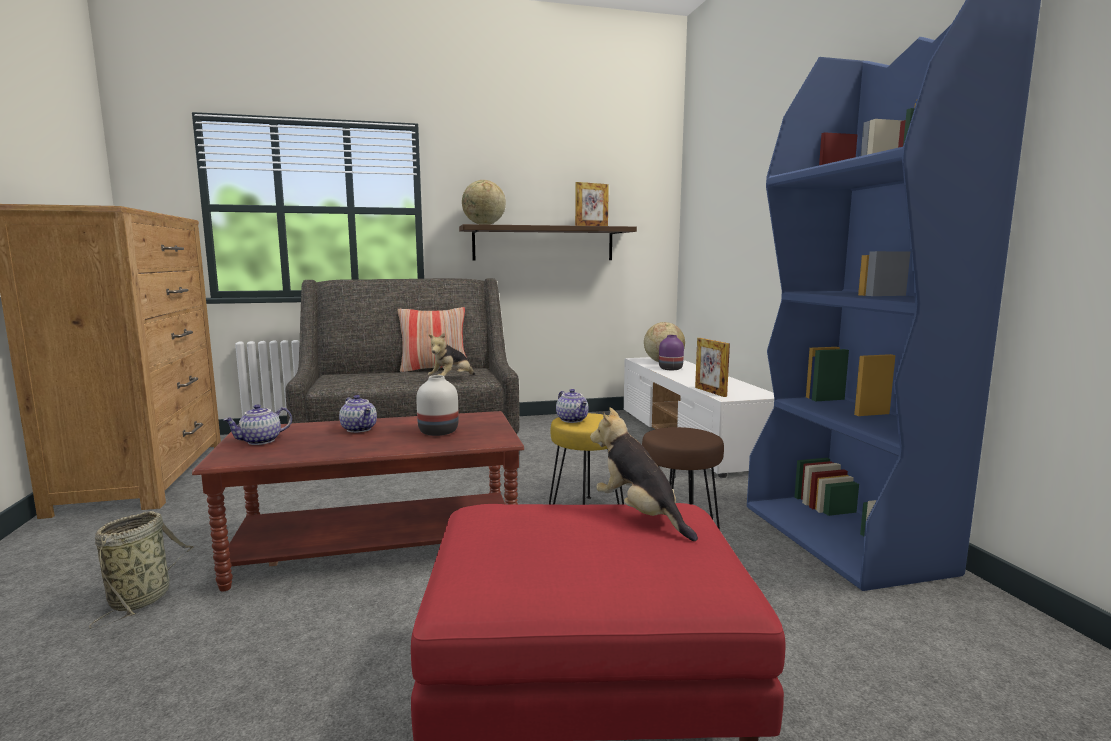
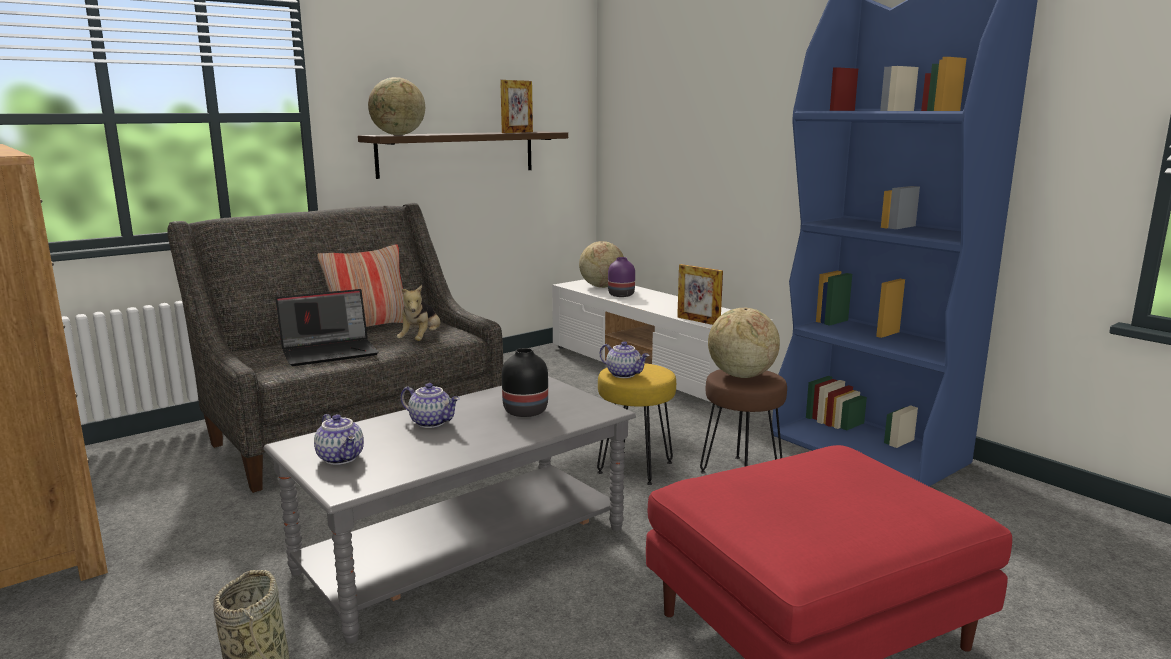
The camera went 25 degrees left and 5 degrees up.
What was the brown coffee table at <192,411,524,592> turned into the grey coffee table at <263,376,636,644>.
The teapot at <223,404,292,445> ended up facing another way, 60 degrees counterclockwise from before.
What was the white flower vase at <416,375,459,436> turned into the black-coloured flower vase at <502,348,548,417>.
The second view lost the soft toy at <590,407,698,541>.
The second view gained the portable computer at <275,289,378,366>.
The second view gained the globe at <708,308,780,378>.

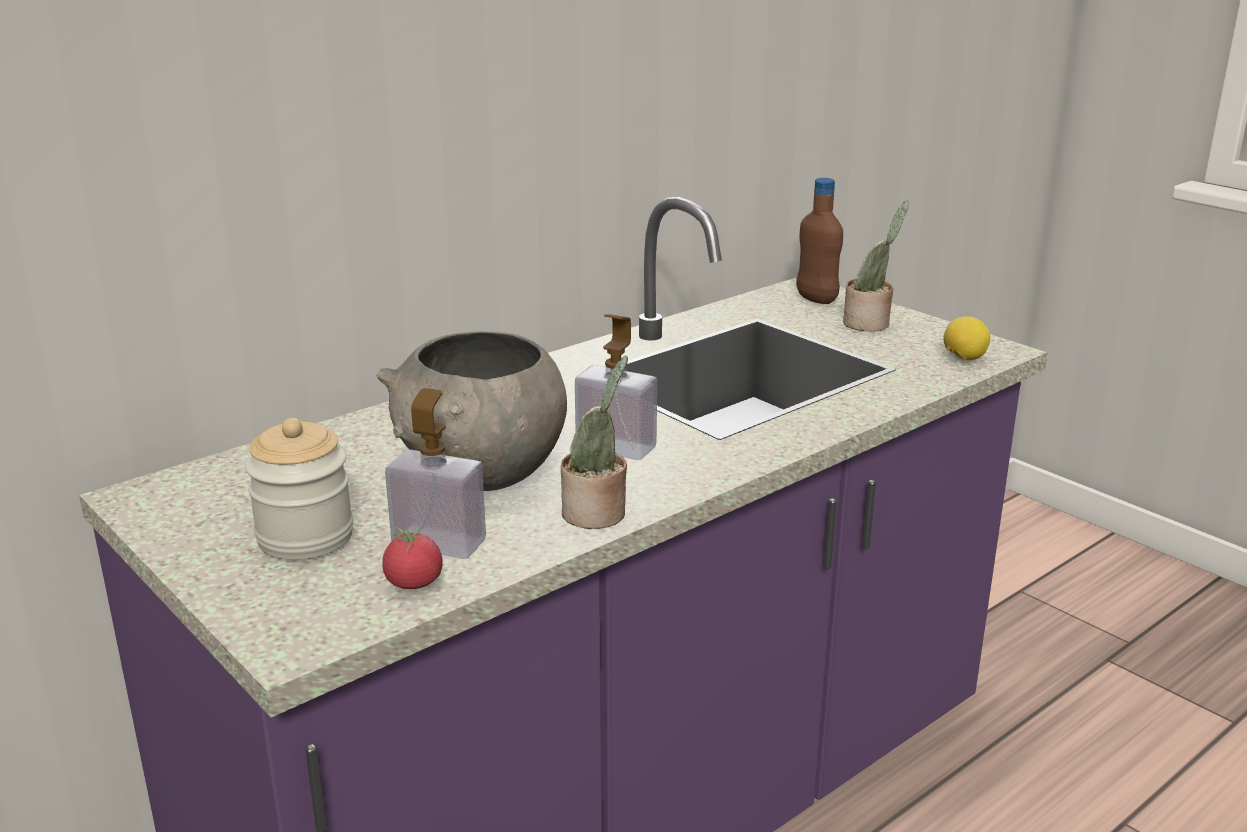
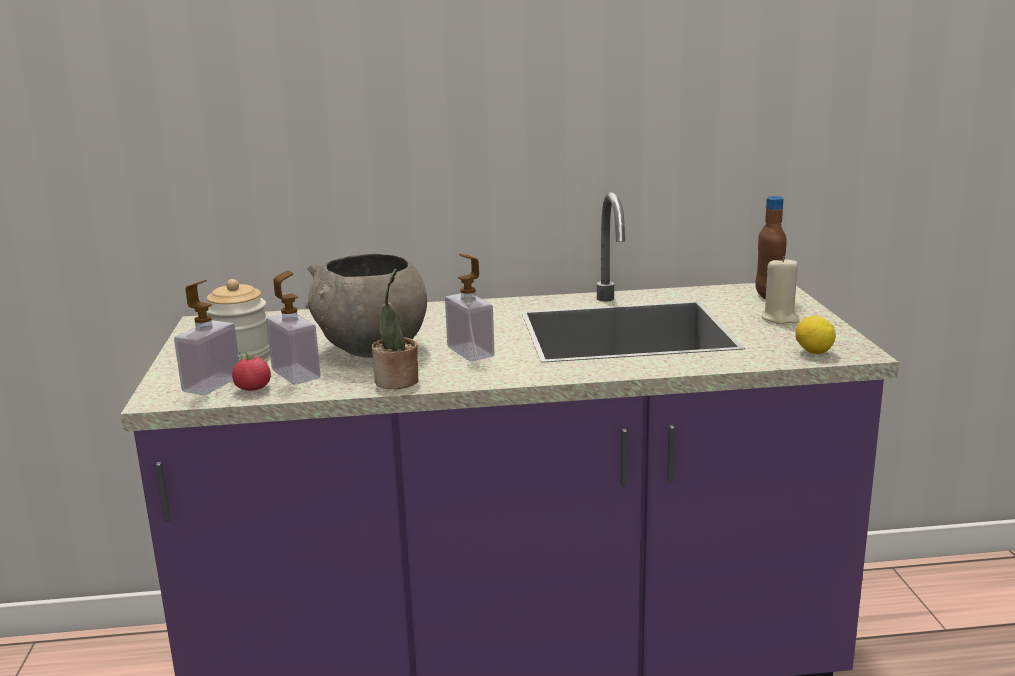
The camera went 35 degrees right and 5 degrees down.
Where the potted plant stood at <843,201,909,332>, the beige wax candle came to stand at <762,256,799,324>.
The second view gained the soap dispenser at <174,280,239,395>.

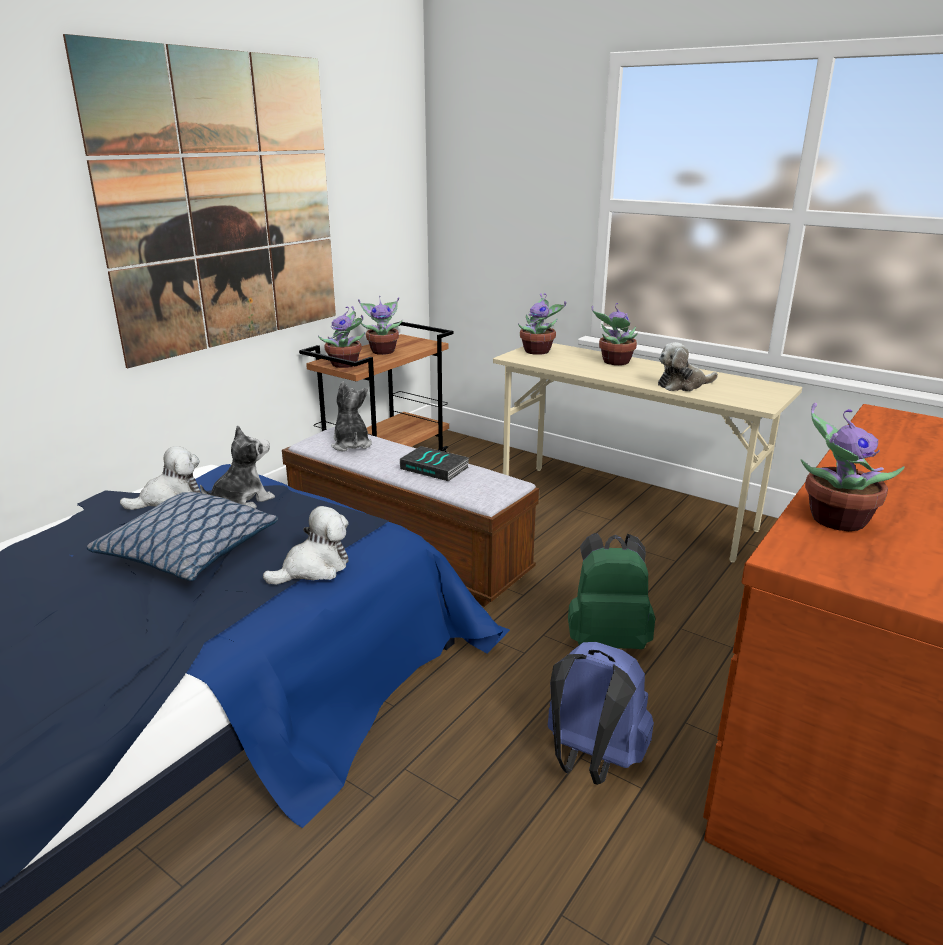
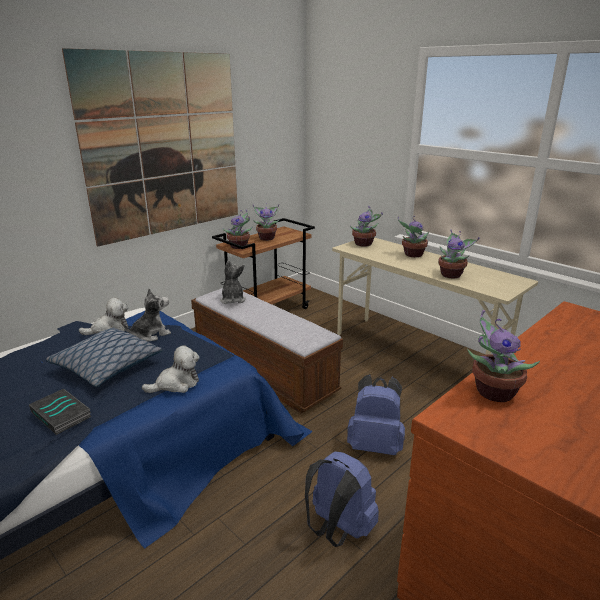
The camera went 10 degrees right and 0 degrees up.
The volume ended up elsewhere, having gone from <400,446,469,481> to <29,389,91,435>.
What was the greenish rucksack at <568,533,656,649> turned into the blue-coloured rucksack at <347,374,405,455>.
Where the soft toy stood at <658,342,718,391>, the potted plant came to stand at <438,229,479,278>.

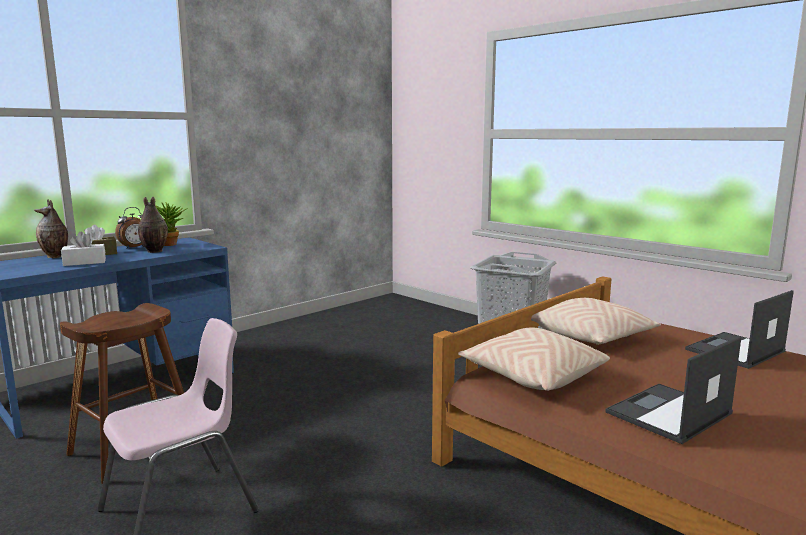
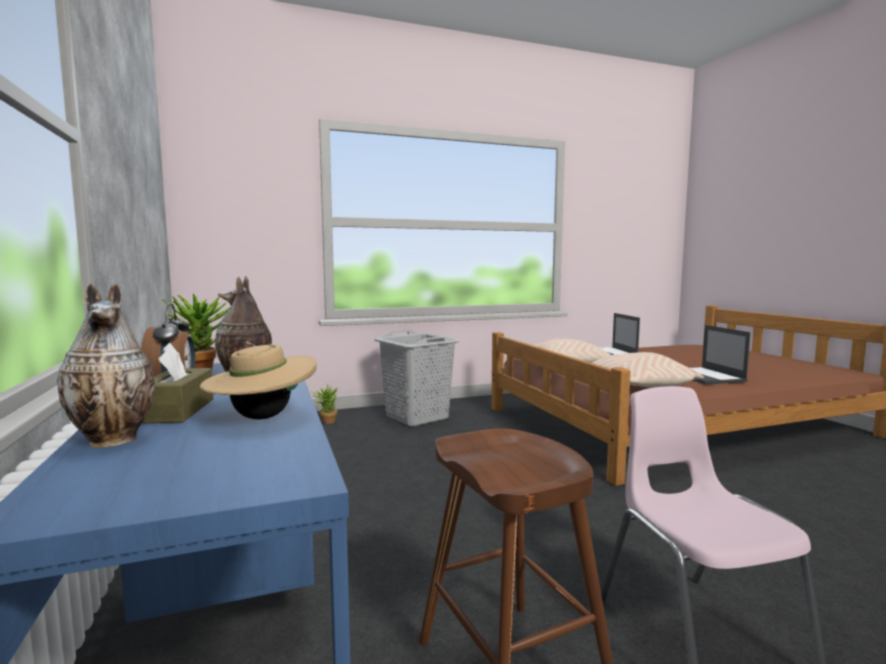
The camera went 65 degrees left and 5 degrees down.
Where the white box of tissues stood at <61,232,106,266>, the beige hat came to stand at <200,341,317,419>.
The second view gained the potted plant at <312,384,337,424>.

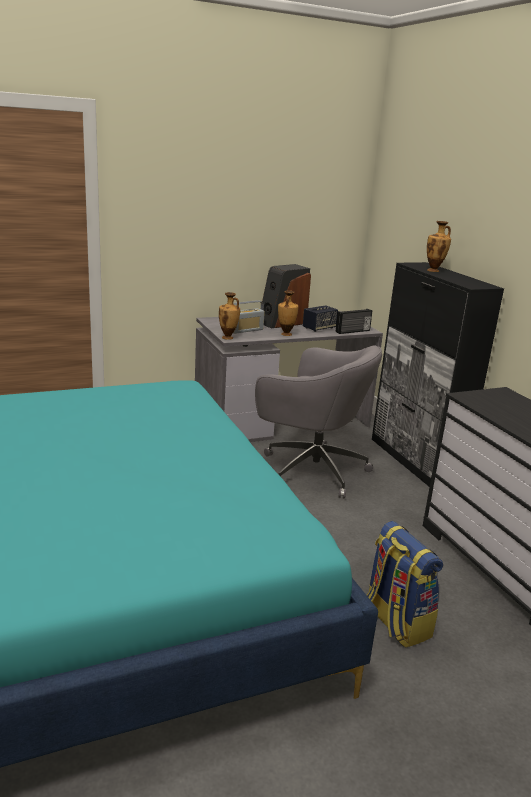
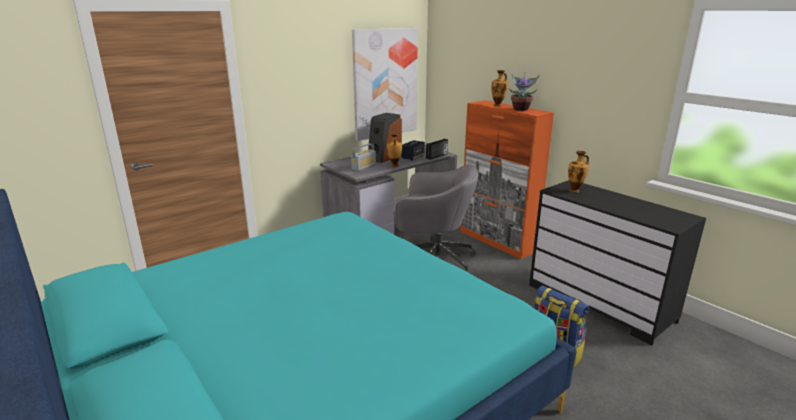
The camera went 15 degrees left and 0 degrees up.
The flower vase ended up elsewhere, having gone from <219,292,240,340> to <568,151,589,193>.
What was the black-coloured cupboard at <372,262,504,487> turned into the orange cupboard at <460,100,554,259>.
The second view gained the wall picture at <352,28,418,141>.
The second view gained the potted plant at <509,74,539,111>.

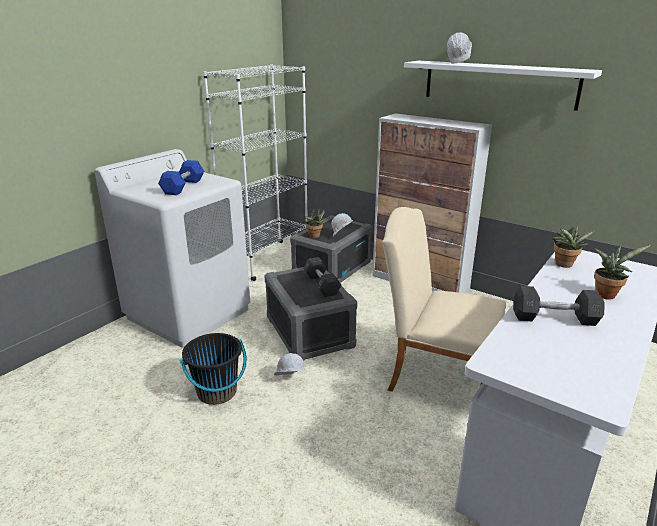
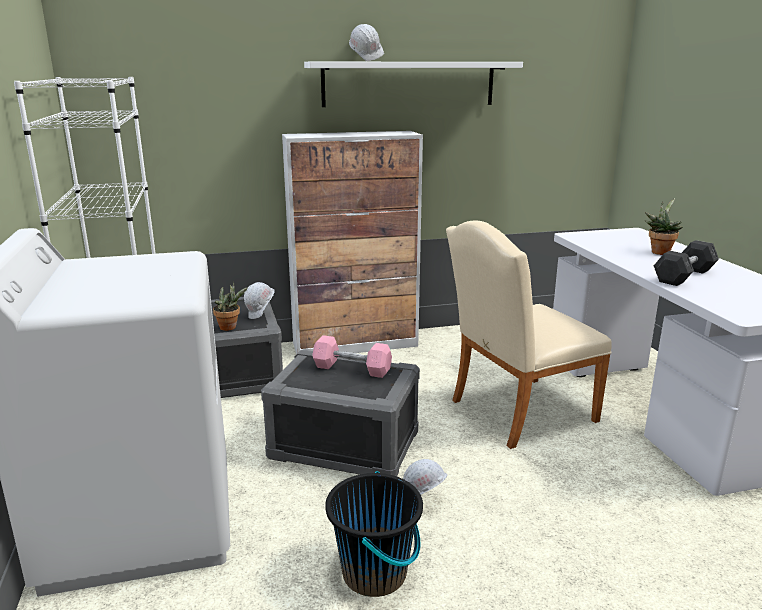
The camera went 50 degrees left and 5 degrees down.
The second view lost the blue-coloured dumbbell at <158,160,204,195>.
What was the grey dumbbell at <303,257,341,297> turned into the pink-coloured dumbbell at <312,335,392,378>.
The second view lost the potted plant at <552,224,594,268>.

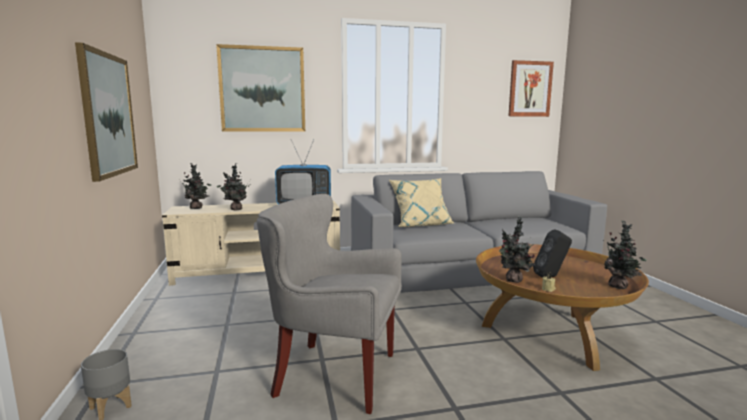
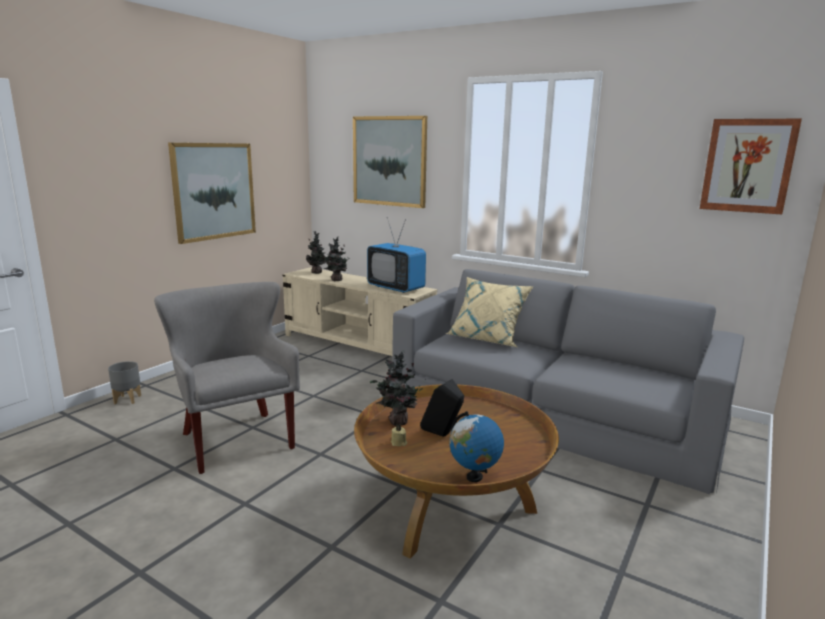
The camera went 45 degrees right and 5 degrees up.
Where the potted plant stood at <603,220,647,289>, the globe came to stand at <449,411,504,482>.

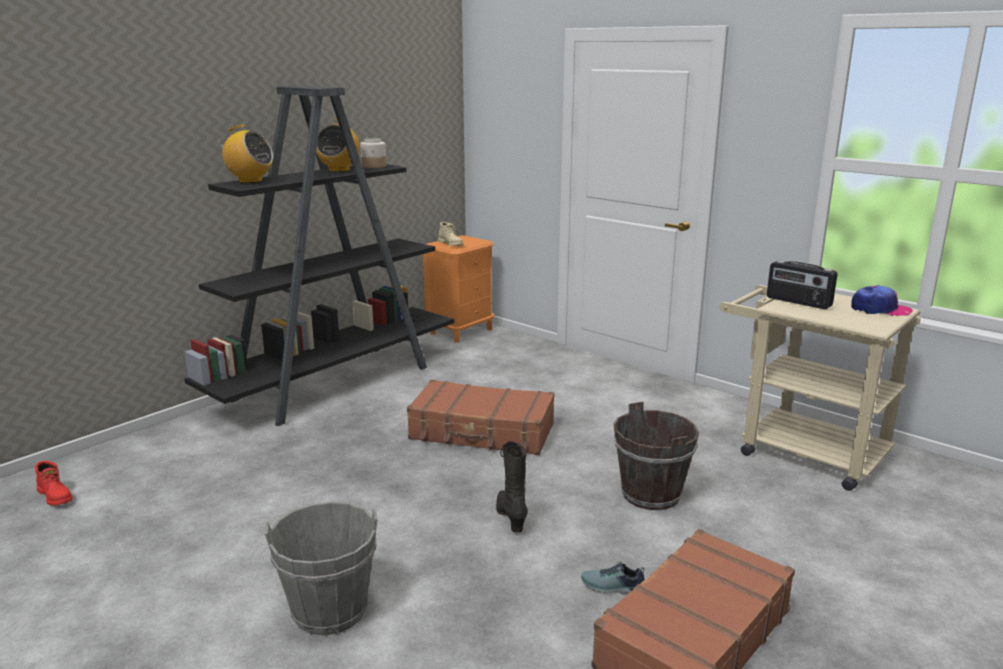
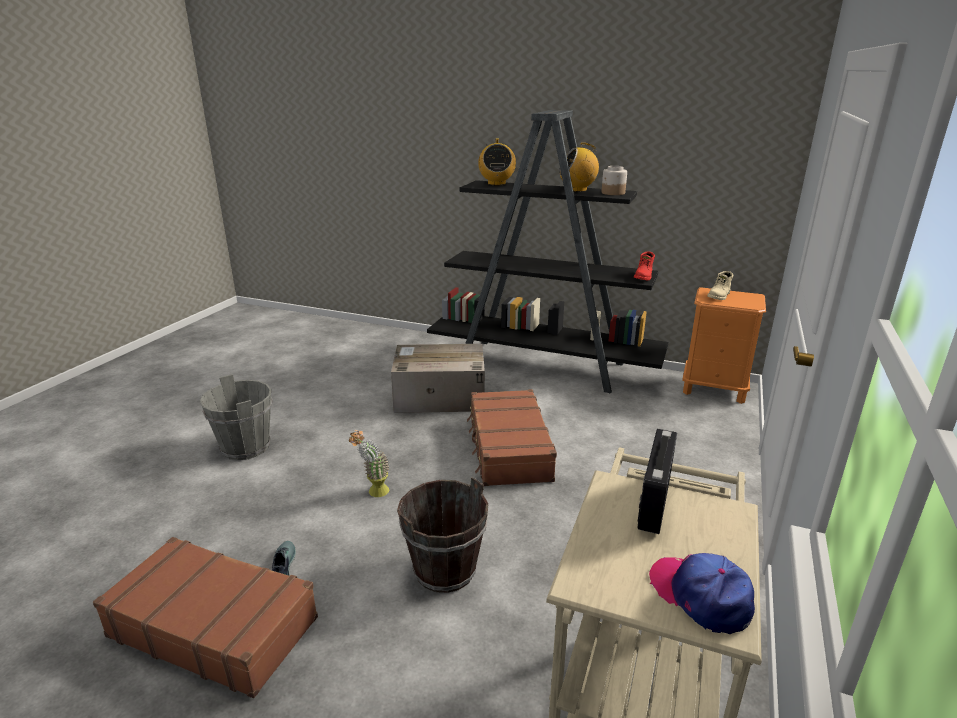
The camera went 70 degrees right and 5 degrees up.
The red boot ended up elsewhere, having gone from <35,461,72,505> to <634,251,655,280>.
Where the black-coloured boot stood at <496,441,528,532>, the potted plant came to stand at <349,430,389,497>.
The cap at <851,285,913,316> ended up facing another way, 150 degrees clockwise from before.
The second view gained the packing box at <391,344,485,413>.

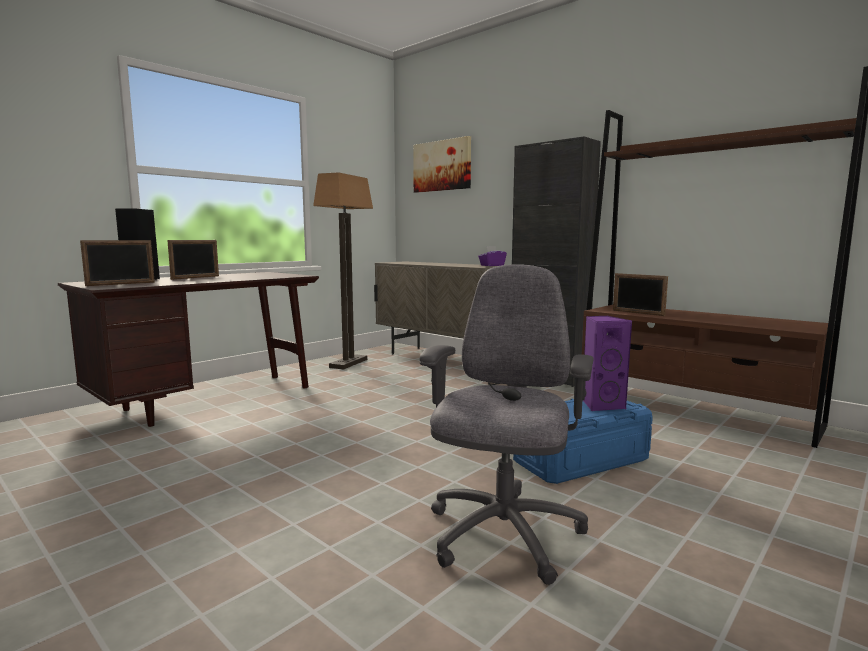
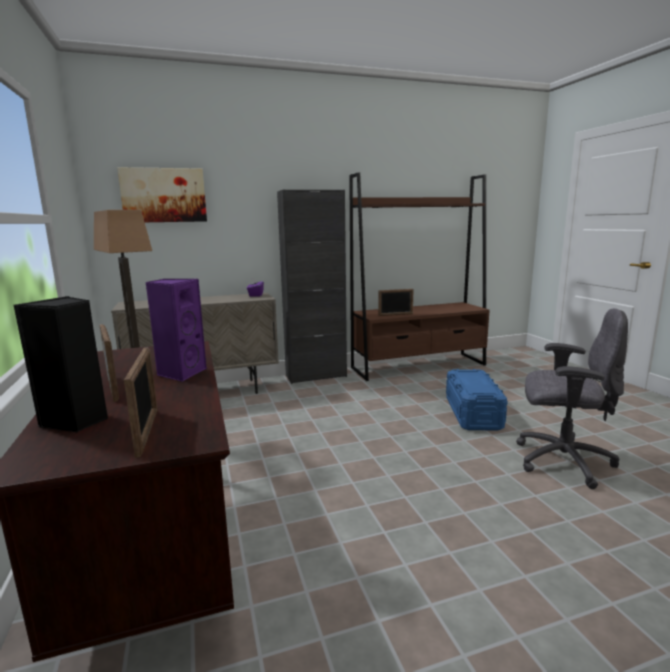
The camera went 60 degrees left and 5 degrees up.
The grey computer chair at <420,264,594,585> ended up facing another way, 150 degrees clockwise from before.
The purplish speaker ended up elsewhere, having gone from <584,316,632,411> to <146,279,207,382>.

